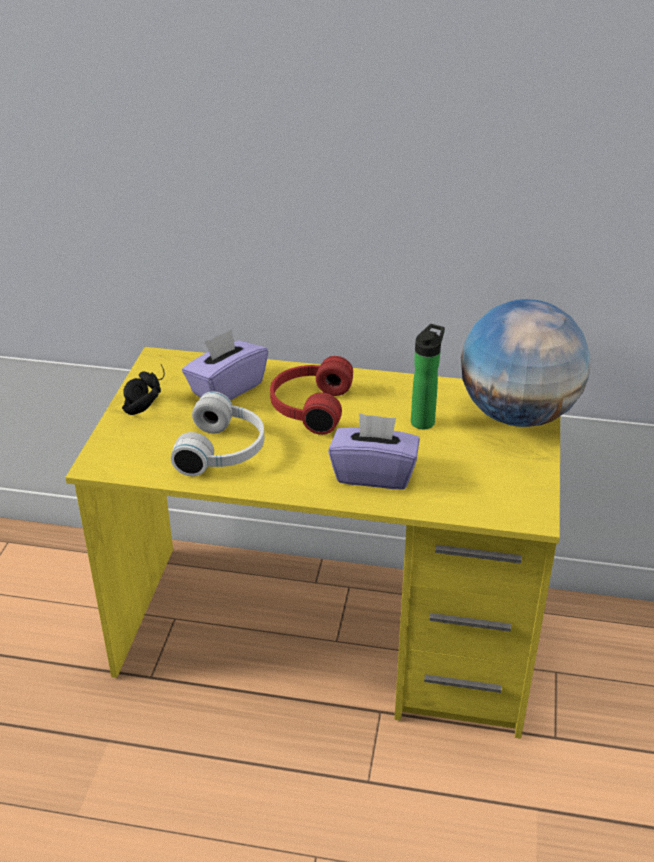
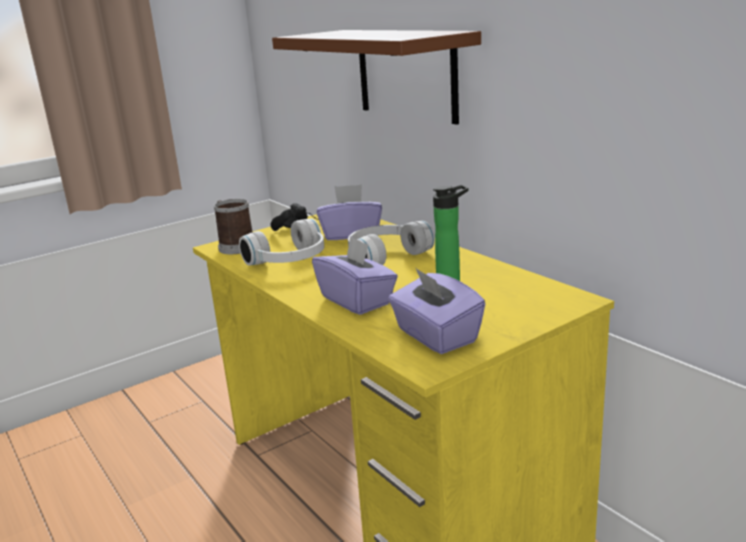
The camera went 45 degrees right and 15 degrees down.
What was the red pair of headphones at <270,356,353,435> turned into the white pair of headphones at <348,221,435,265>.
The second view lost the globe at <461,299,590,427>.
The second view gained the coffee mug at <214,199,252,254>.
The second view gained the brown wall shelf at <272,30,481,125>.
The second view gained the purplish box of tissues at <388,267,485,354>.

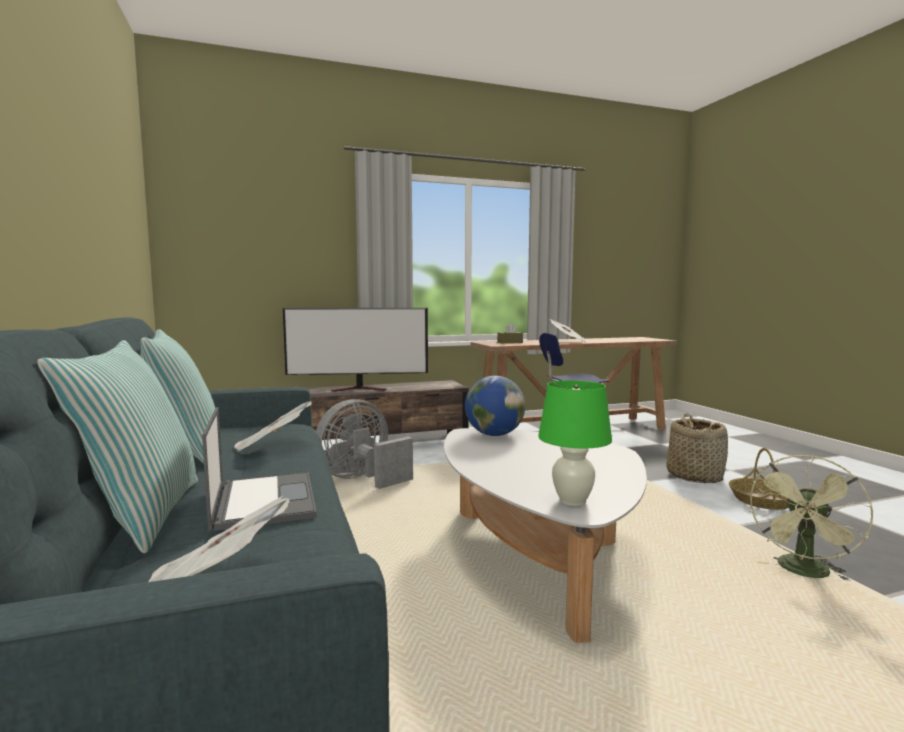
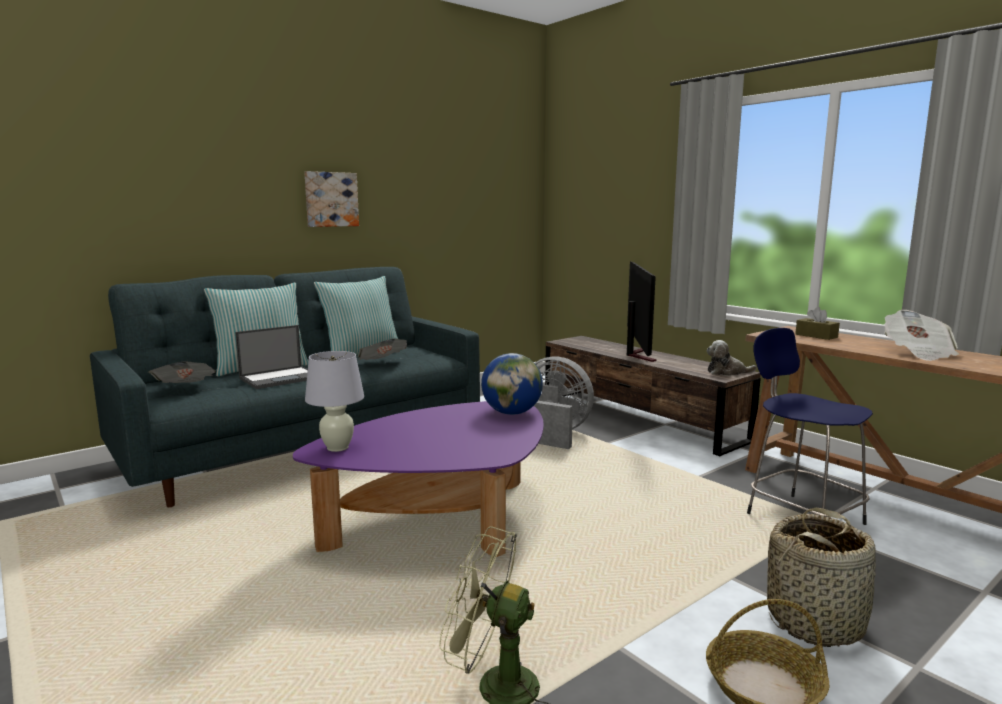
The camera went 70 degrees right and 5 degrees up.
The TV set at <283,308,428,392> ended up facing another way, 150 degrees counterclockwise from before.
What was the white coffee table at <444,428,647,643> turned into the purplish coffee table at <293,401,544,557>.
What was the greenish lamp for a table at <538,380,612,506> turned into the white lamp for a table at <305,351,364,452>.
The second view gained the wall picture at <304,171,359,227>.
The second view gained the soft toy at <707,340,757,376>.

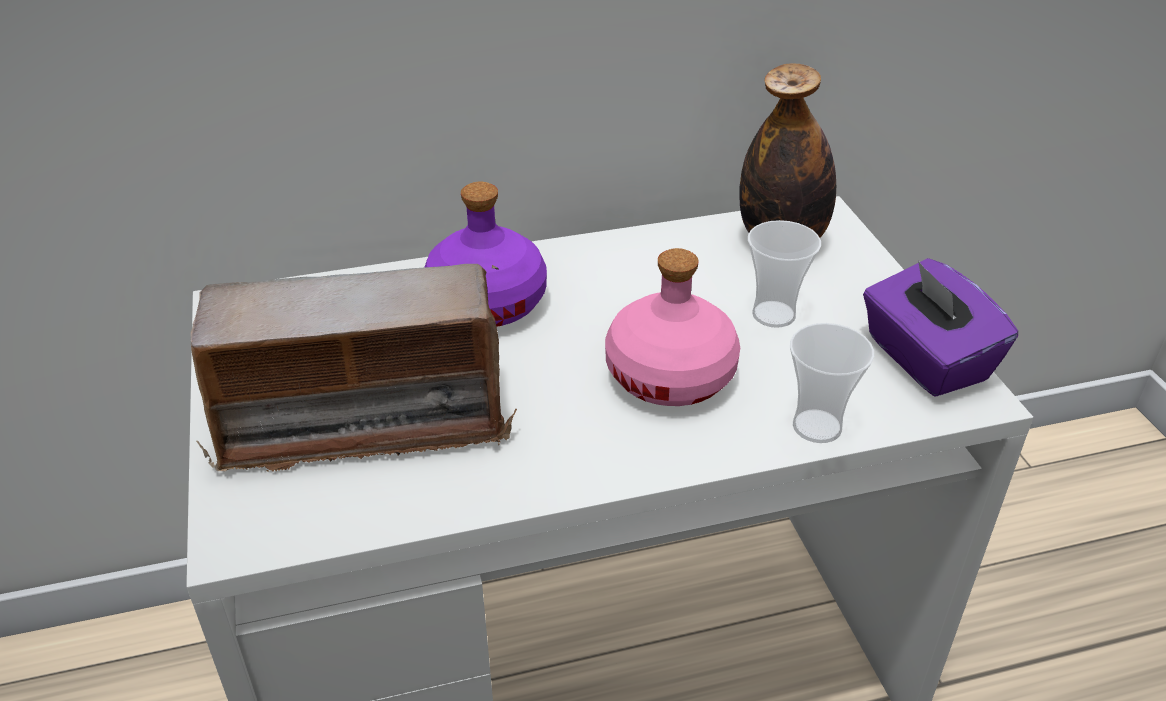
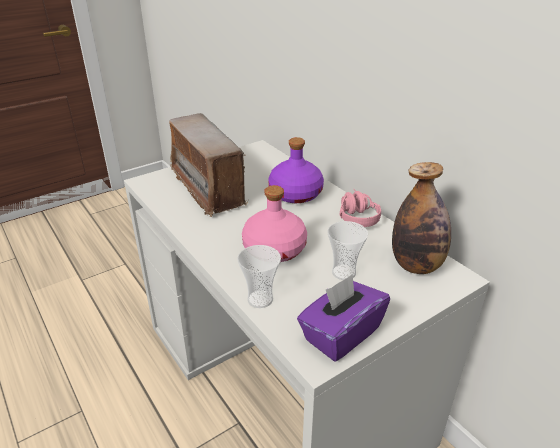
The camera went 70 degrees right and 5 degrees down.
The second view gained the pink-coloured pair of headphones at <339,189,381,227>.

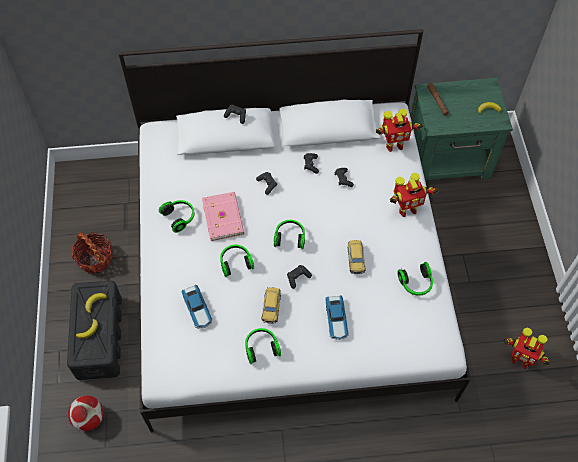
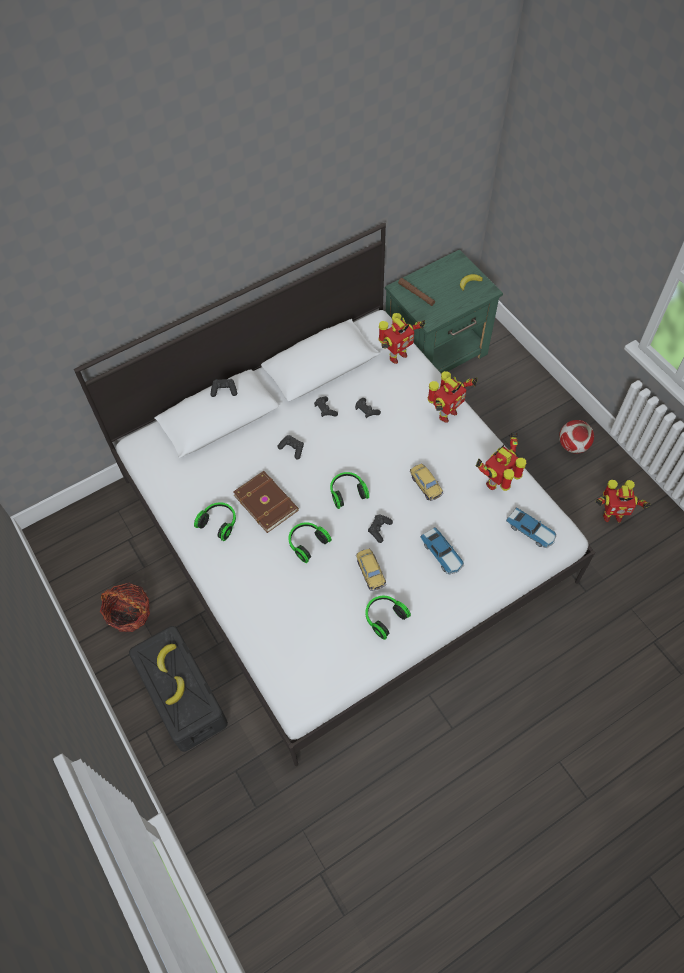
The camera went 25 degrees left and 0 degrees up.
The football ball ended up elsewhere, having gone from <68,396,104,431> to <559,420,594,454>.
The model car ended up elsewhere, having gone from <181,285,213,329> to <506,507,557,548>.
What was the pink-coloured volume at <202,192,244,241> turned into the brown volume at <233,471,299,533>.
Where the pair of headphones stood at <398,262,433,296>, the toy robot came to stand at <476,433,526,491>.

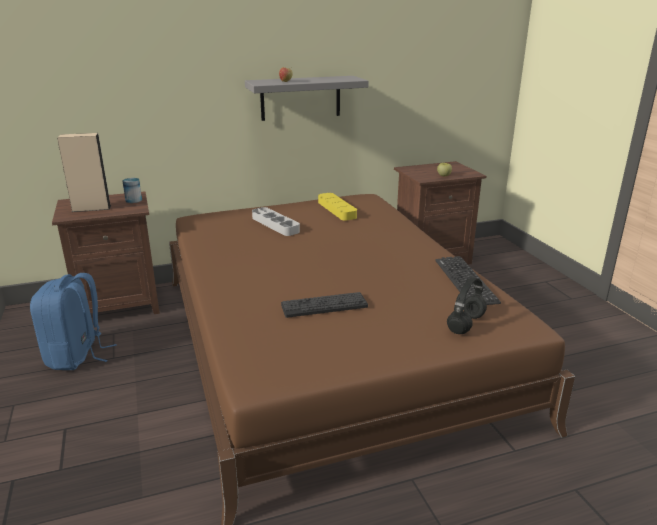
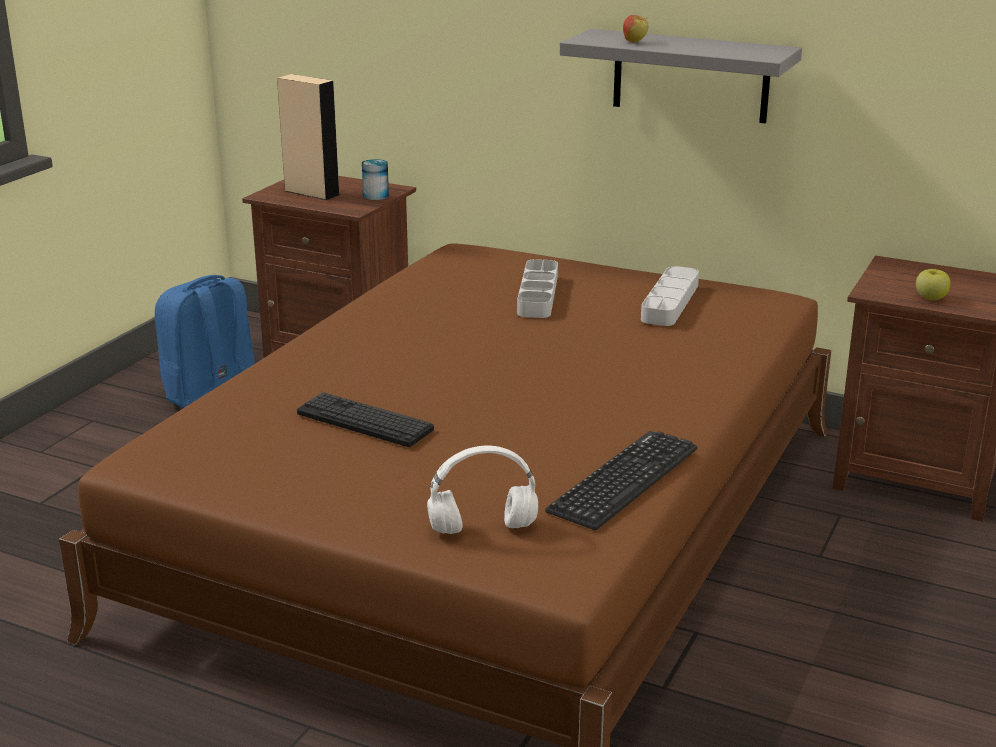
The camera went 45 degrees right and 0 degrees up.
What was the yellowish serving tray at <318,193,357,220> turned into the grey serving tray at <641,266,699,326>.
What was the black-coloured pair of headphones at <447,277,487,334> turned into the white pair of headphones at <427,446,538,534>.

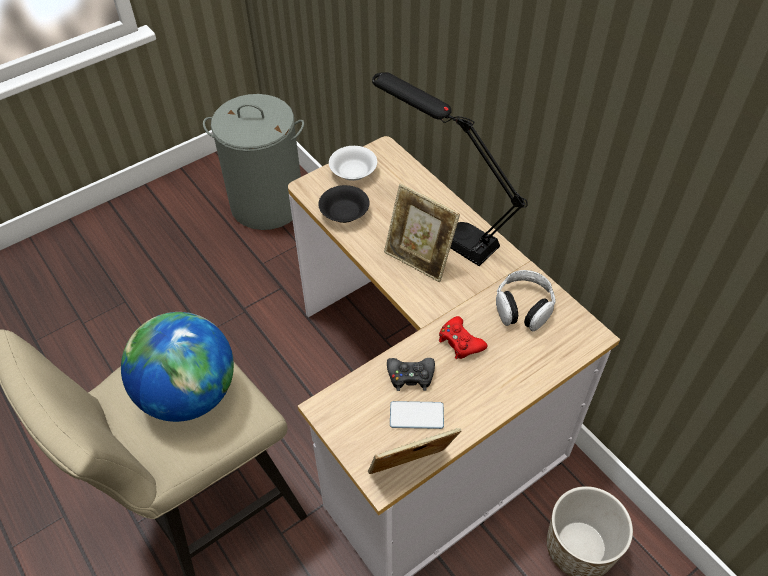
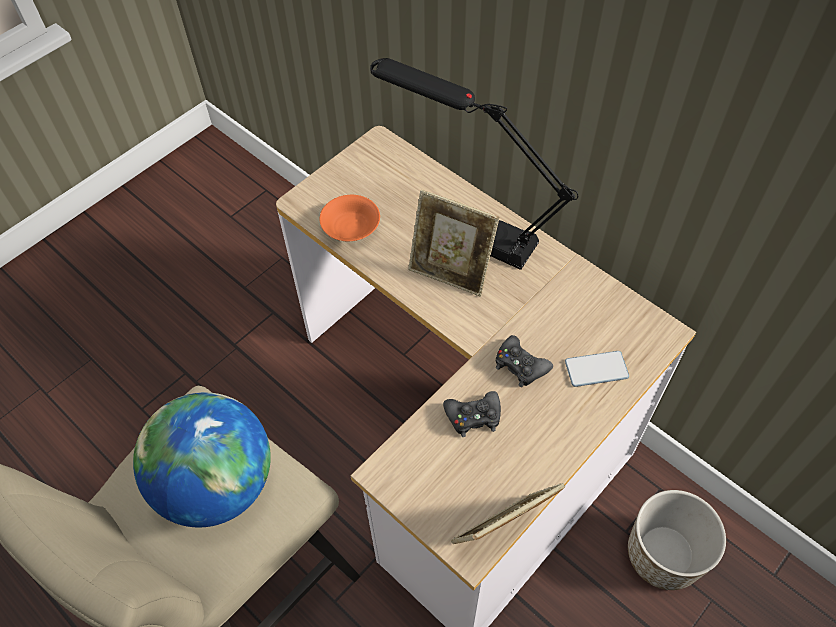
The camera went 10 degrees left and 5 degrees up.
The second view lost the grey washing basket at <203,94,304,230>.
What was the black-coloured serving bowl at <318,185,370,223> turned into the orange serving bowl at <319,195,380,241>.
The second view lost the white serving bowl at <329,146,377,181>.
The handset ended up elsewhere, having gone from <390,401,444,429> to <565,351,629,387>.
What was the red gamepad at <439,316,488,359> turned into the black-coloured gamepad at <496,335,553,387>.
The second view lost the pair of headphones at <496,270,555,331>.

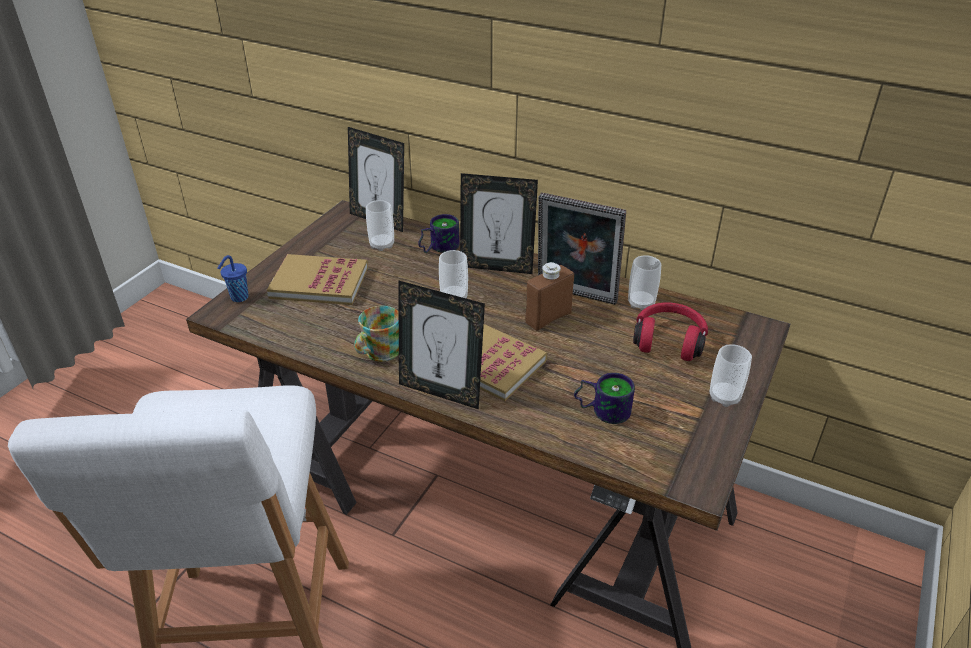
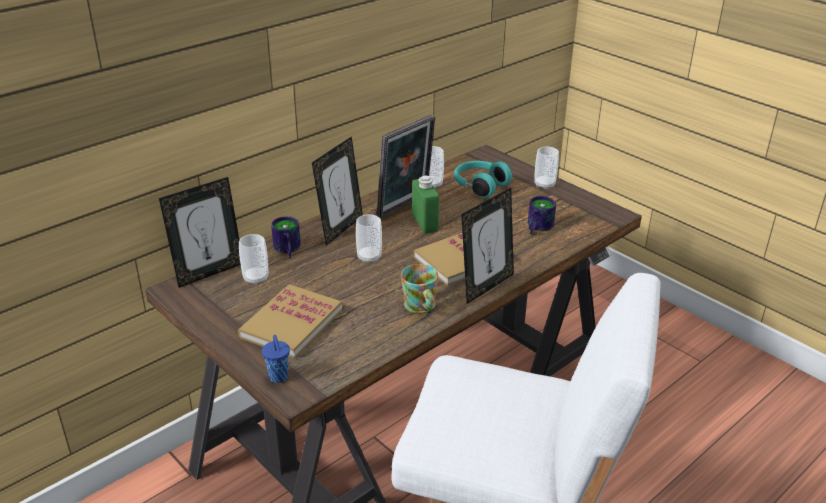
The camera went 70 degrees left and 5 degrees down.
What was the brown bottle at <525,262,574,331> turned into the greenish bottle at <412,176,439,233>.
What was the red pair of headphones at <633,302,708,361> turned into the blue-green pair of headphones at <454,161,512,198>.

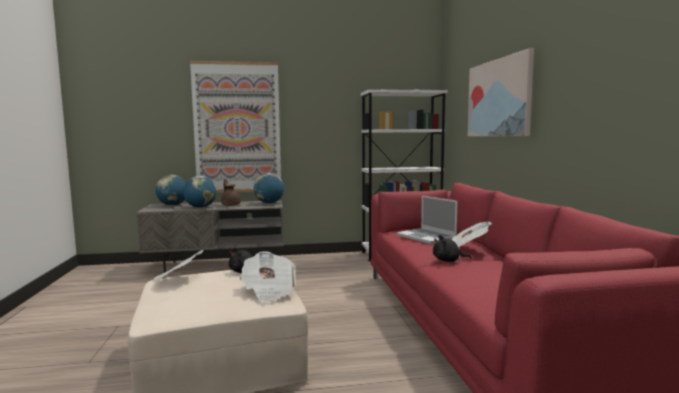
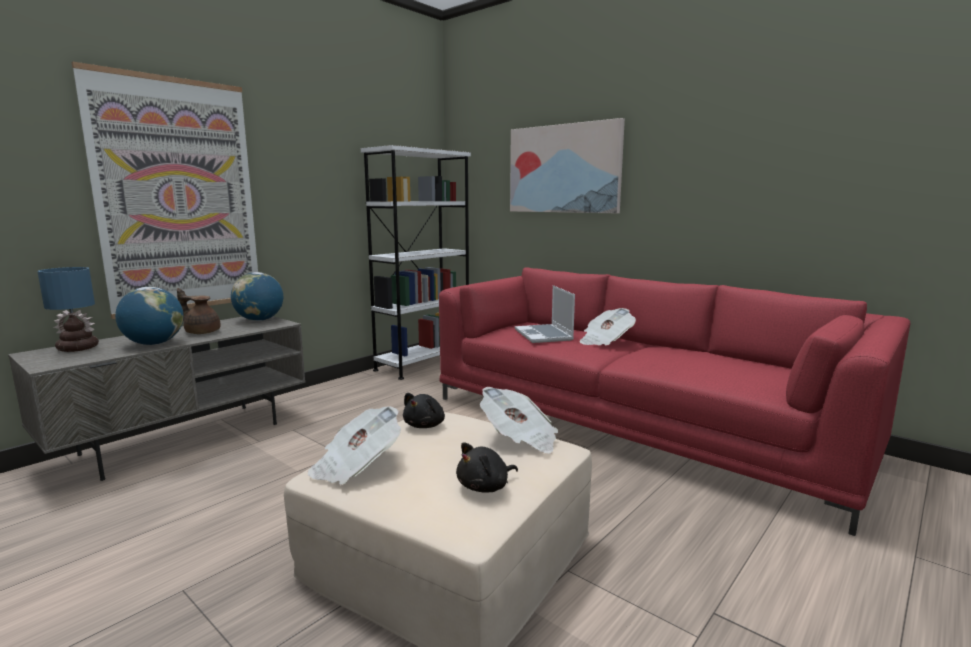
The camera went 40 degrees left and 5 degrees up.
Where the globe stood at <155,175,186,206>, the lamp for a table came to stand at <37,267,99,352>.
The portable computer at <397,196,458,244> ended up facing another way, 60 degrees clockwise from before.
The black-coloured soft toy ended up elsewhere, having gone from <433,235,471,262> to <456,442,518,493>.

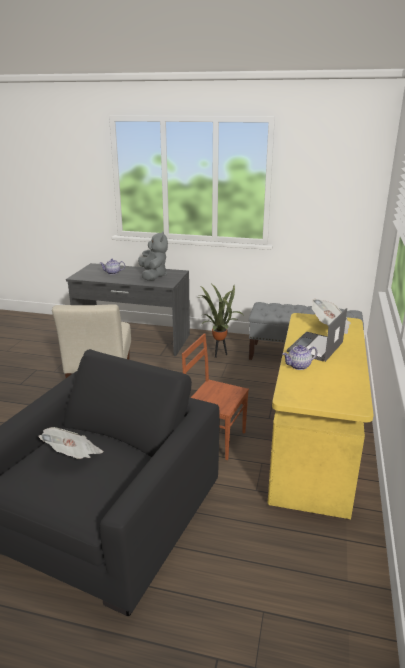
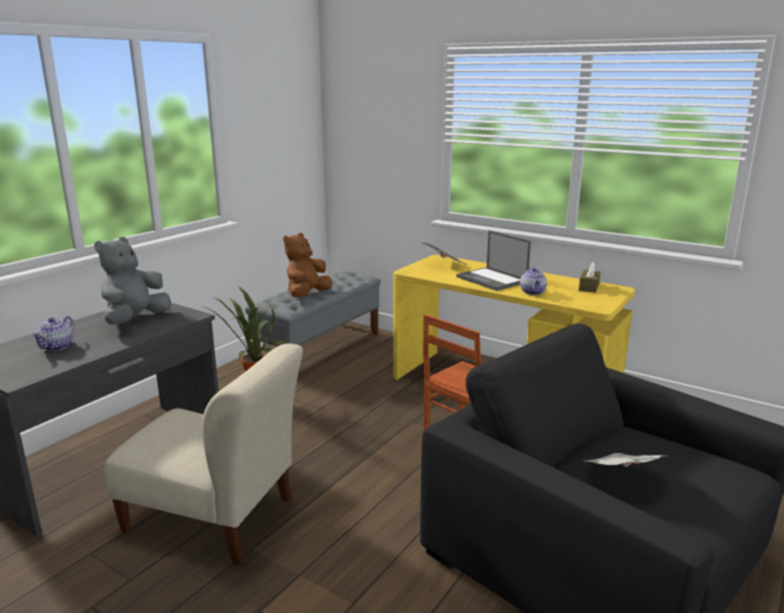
The camera went 70 degrees left and 5 degrees down.
The grey soft toy at <138,231,168,281> ended up facing another way, 75 degrees counterclockwise from before.
The second view gained the brown soft toy at <283,233,332,297>.
The second view gained the brown box of tissues at <579,262,601,293>.

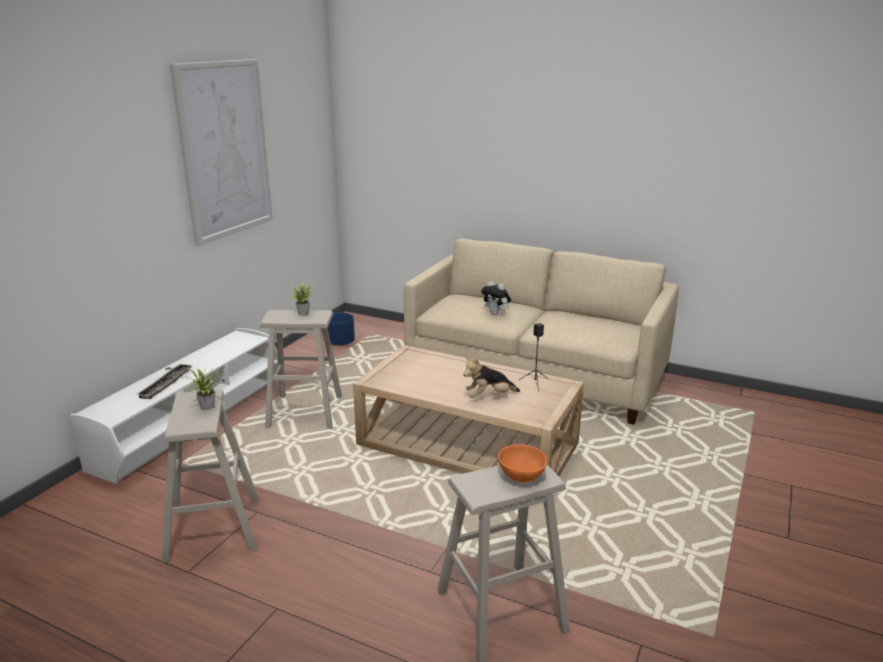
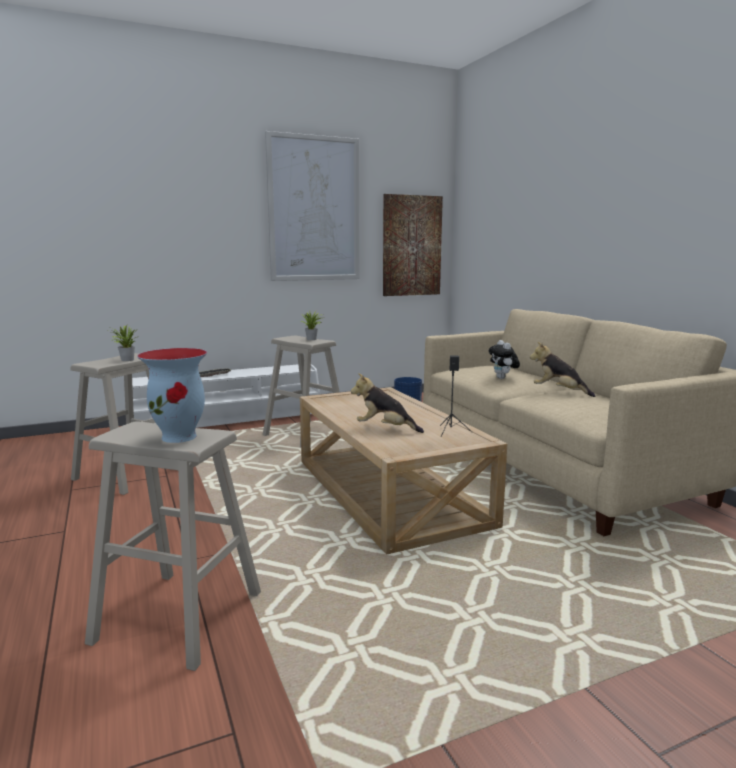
The camera went 40 degrees right and 10 degrees down.
Where the orange serving bowl stood at <498,444,547,482>, the flower vase came to stand at <137,348,207,443>.
The second view gained the wall picture at <383,194,443,296>.
The second view gained the soft toy at <530,342,595,397>.

